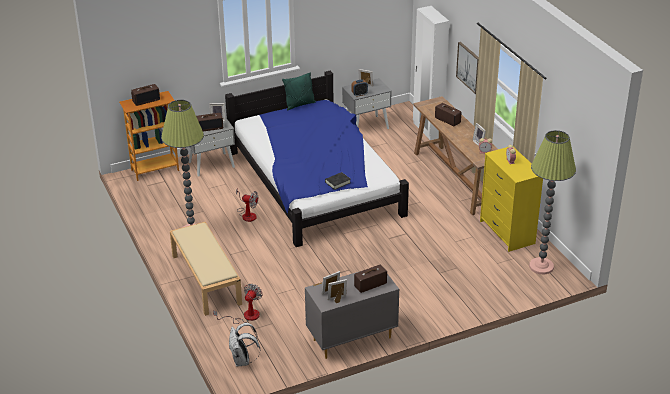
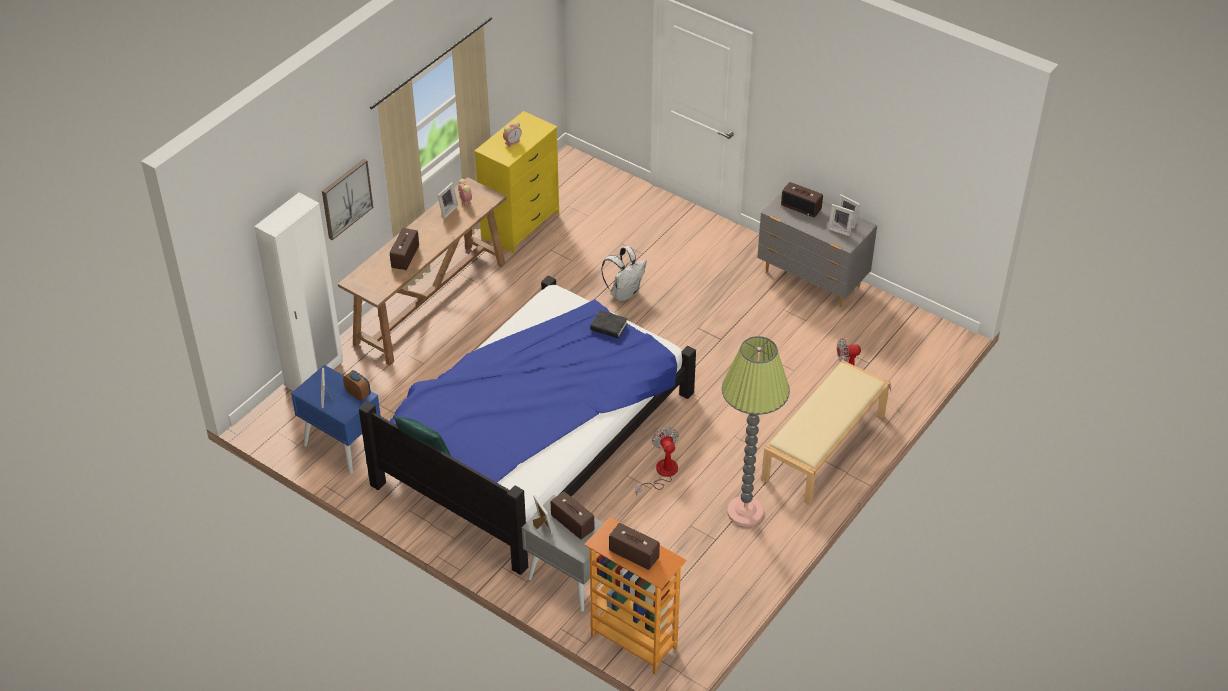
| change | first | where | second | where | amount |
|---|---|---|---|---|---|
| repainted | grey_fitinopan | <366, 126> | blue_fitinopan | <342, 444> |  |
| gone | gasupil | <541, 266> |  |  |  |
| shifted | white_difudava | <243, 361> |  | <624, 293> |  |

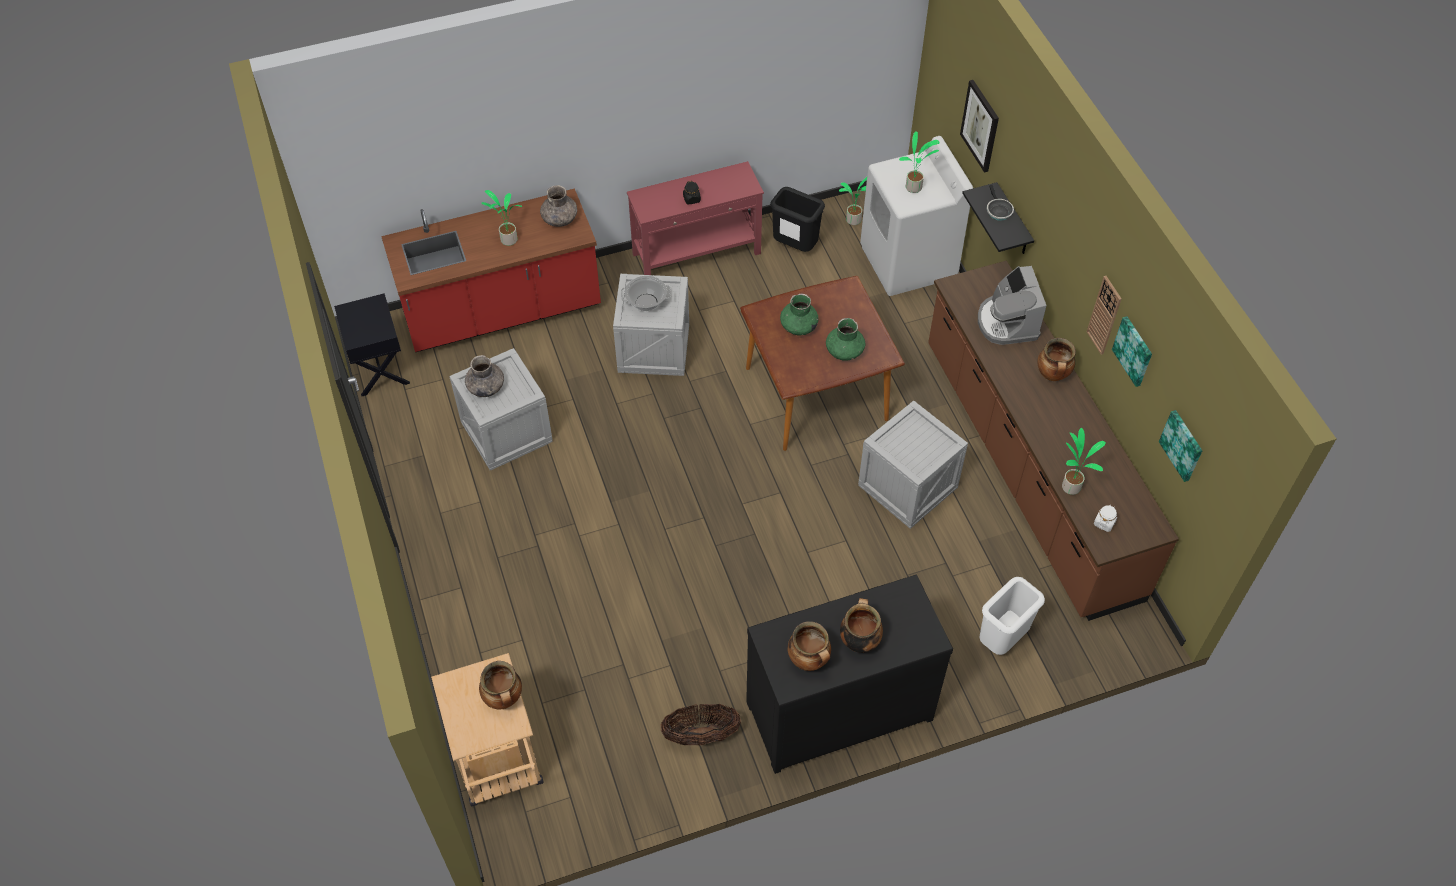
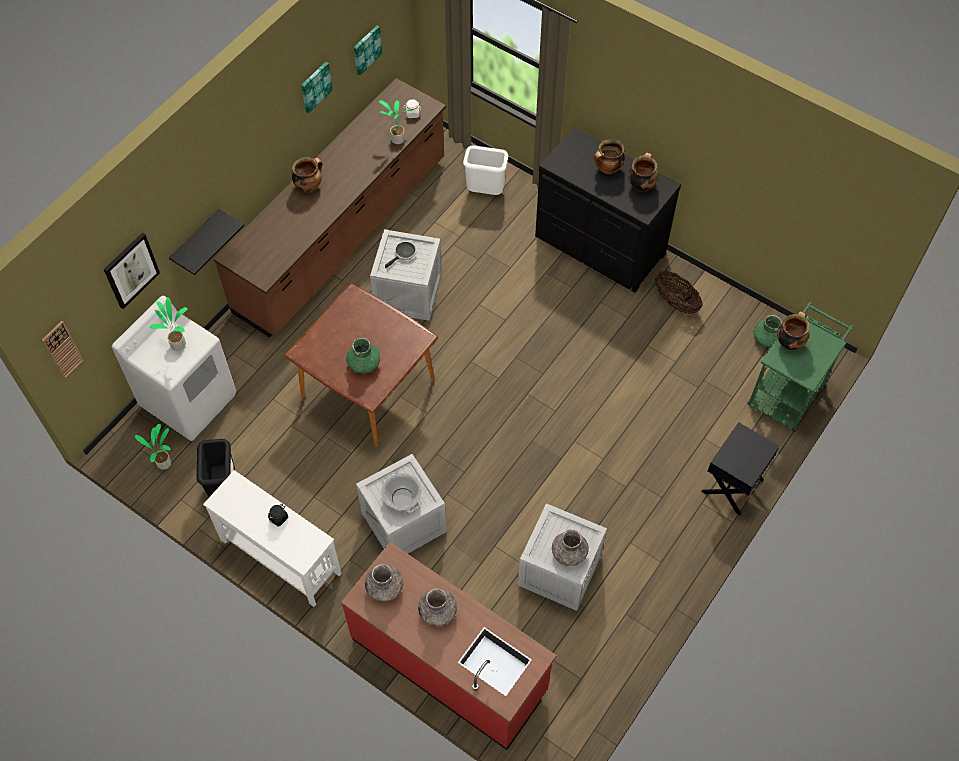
| change | first | where | second | where | amount |
|---|---|---|---|---|---|
| repainted | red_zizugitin | <697, 254> | white_zizugitin | <280, 556> |  |
| shifted | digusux | <998, 210> |  | <404, 254> |  |
| swapped | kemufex | <507, 240> | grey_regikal | <438, 611> |  |
| gone | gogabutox | <1007, 322> |  |  |  |
| shifted | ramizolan | <1104, 315> |  | <62, 349> |  |
| shifted | black_fitinopan | <379, 370> |  | <733, 486> |  |
| shifted | green_regikal | <844, 351> |  | <767, 338> |  |
| repainted | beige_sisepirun | <500, 766> | green_sisepirun | <789, 391> |  |

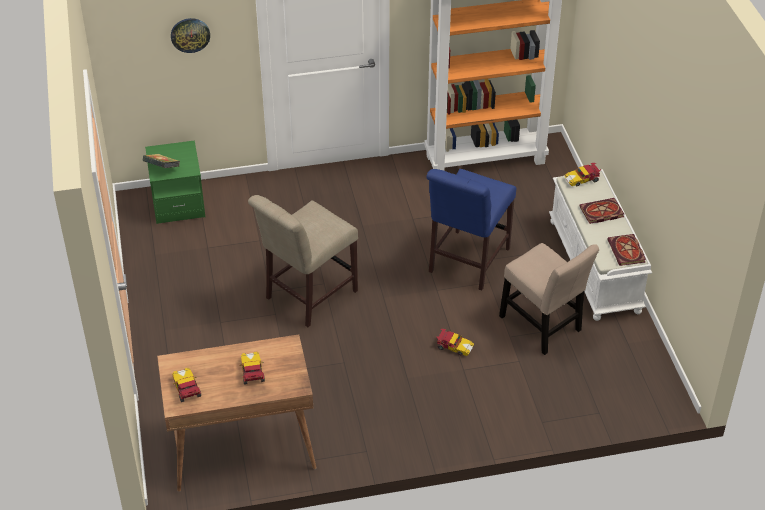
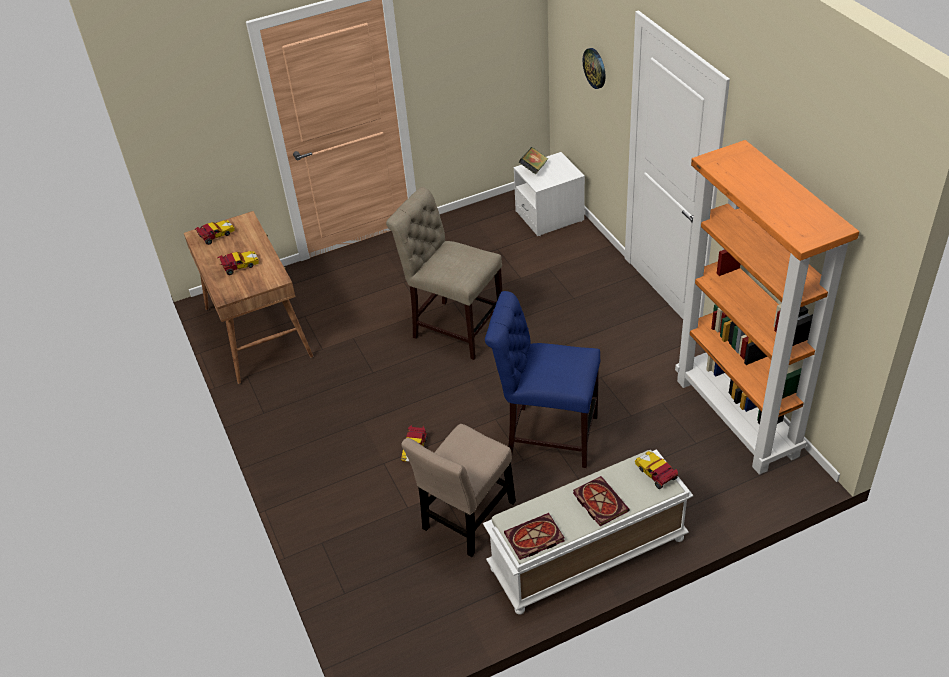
| change | first | where | second | where | amount |
|---|---|---|---|---|---|
| repainted | green_fitinopan | <178, 203> | white_fitinopan | <549, 216> |  |

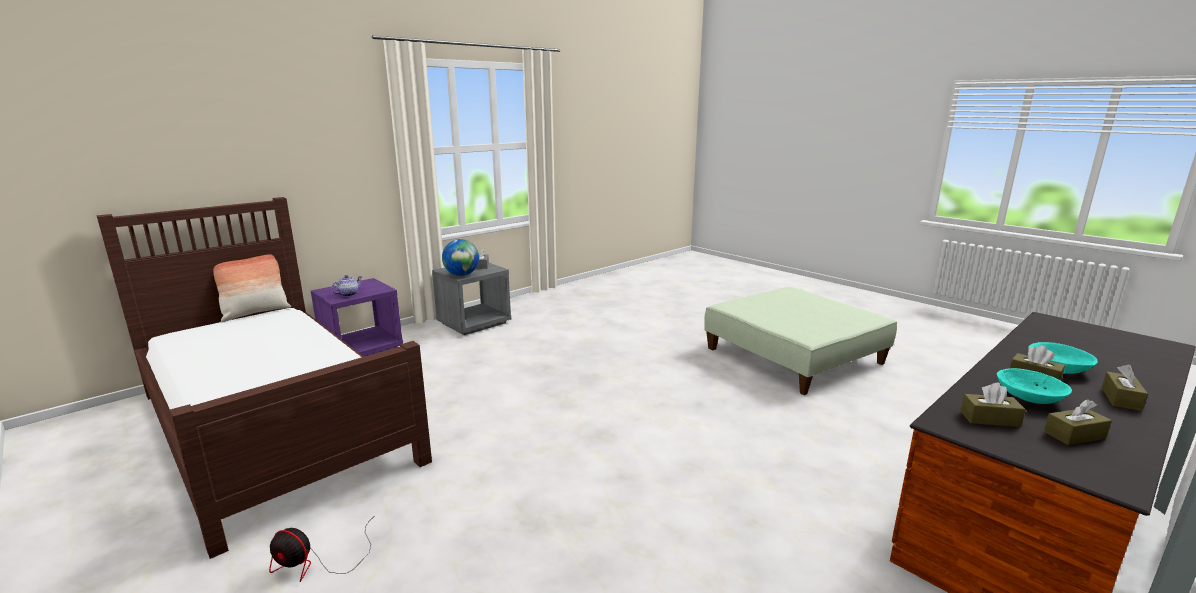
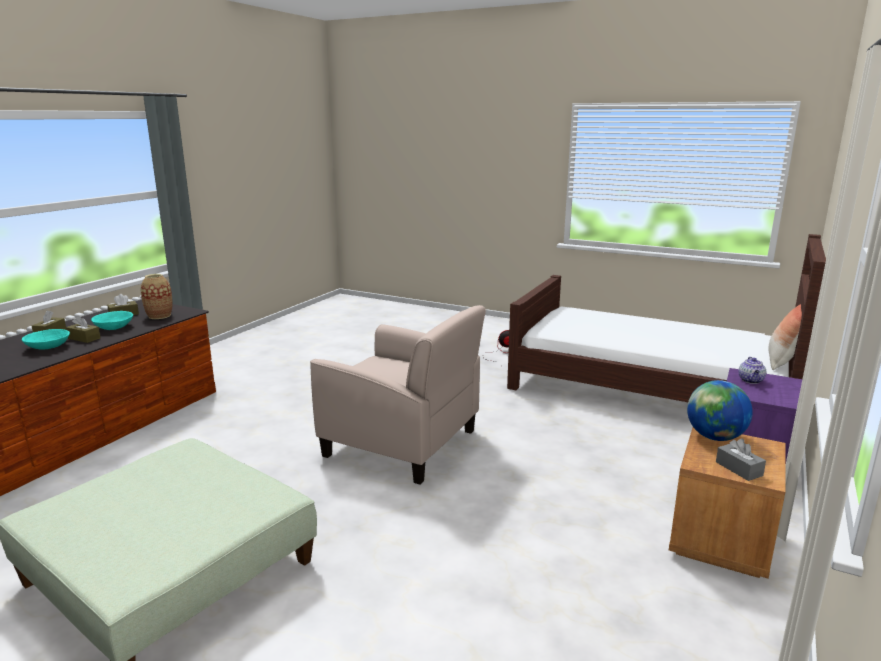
| change | first | where | second | where | amount |
|---|---|---|---|---|---|
| repainted | grey_fitinopan | <474, 323> | brown_fitinopan | <720, 541> |  |
| swapped | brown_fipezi | <989, 419> | regikal | <159, 316> |  |
| new |  |  | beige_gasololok | <403, 443> |  |

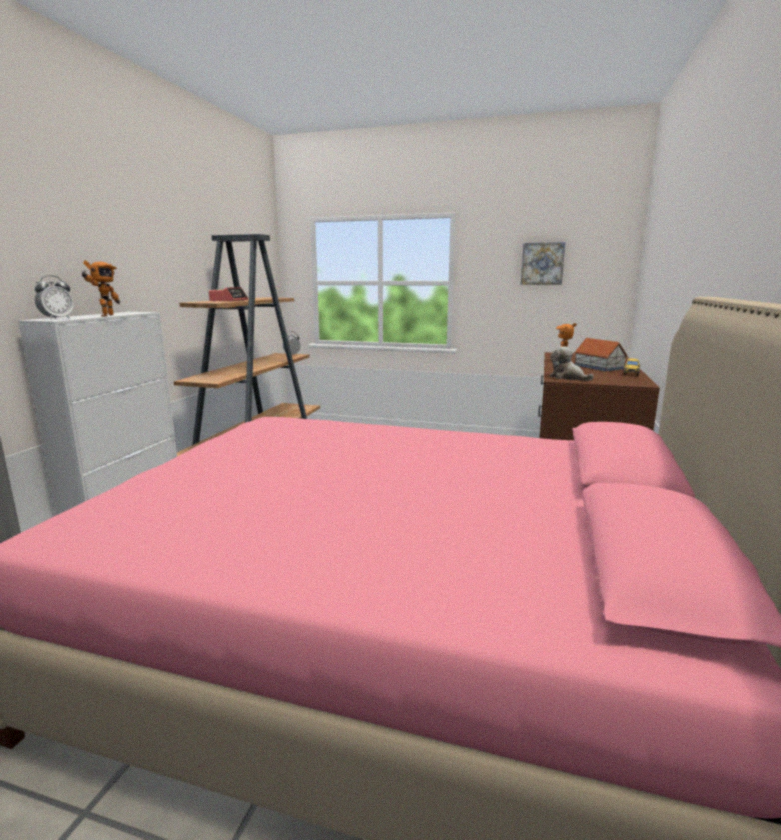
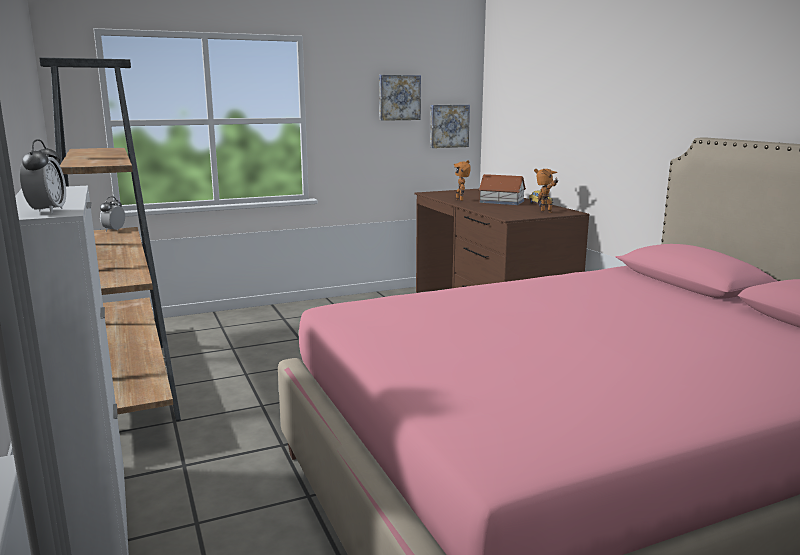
| change | first | where | second | where | amount |
|---|---|---|---|---|---|
| shifted | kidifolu | <105, 316> |  | <545, 212> |  |
| gone | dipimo | <229, 300> |  |  |  |
| gone | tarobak | <568, 378> |  |  |  |
| new |  |  | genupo | <448, 126> |  |

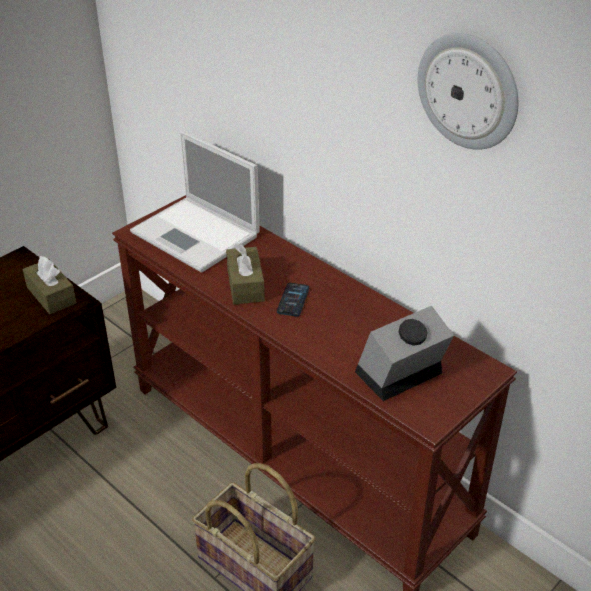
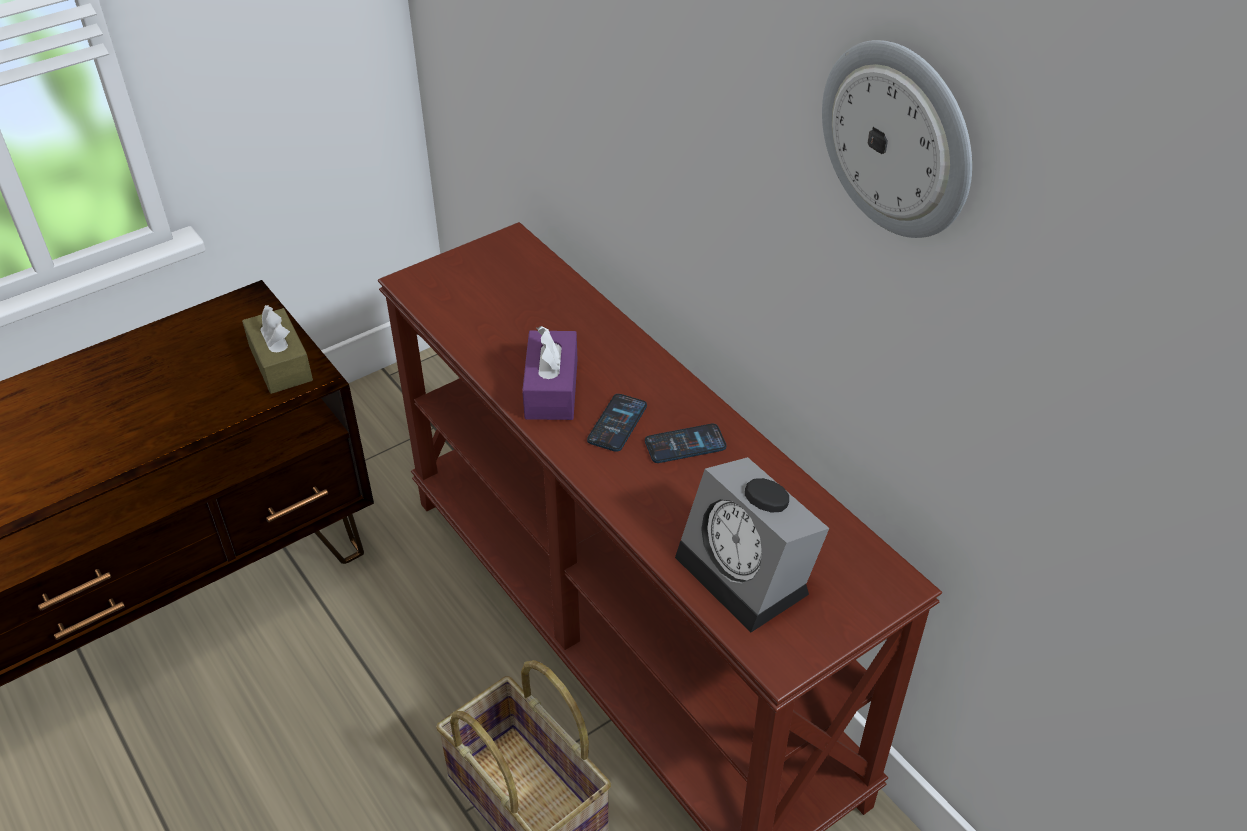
| change | first | where | second | where | amount |
|---|---|---|---|---|---|
| gone | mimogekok | <197, 235> |  |  |  |
| repainted | brown_fipezi | <245, 285> | purple_fipezi | <551, 389> |  |
| rotated | dipimo | <399, 376> |  | <749, 575> | 105 degrees counterclockwise |
| new |  |  | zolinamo | <685, 444> |  |

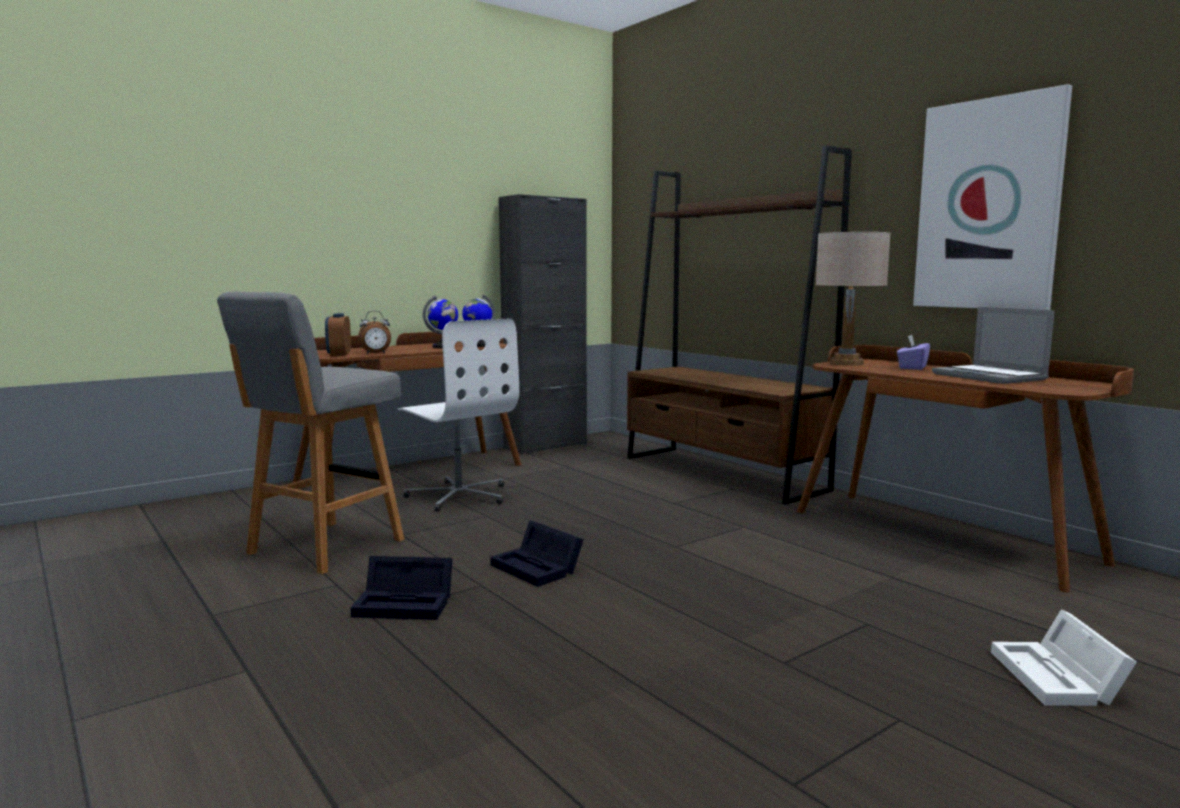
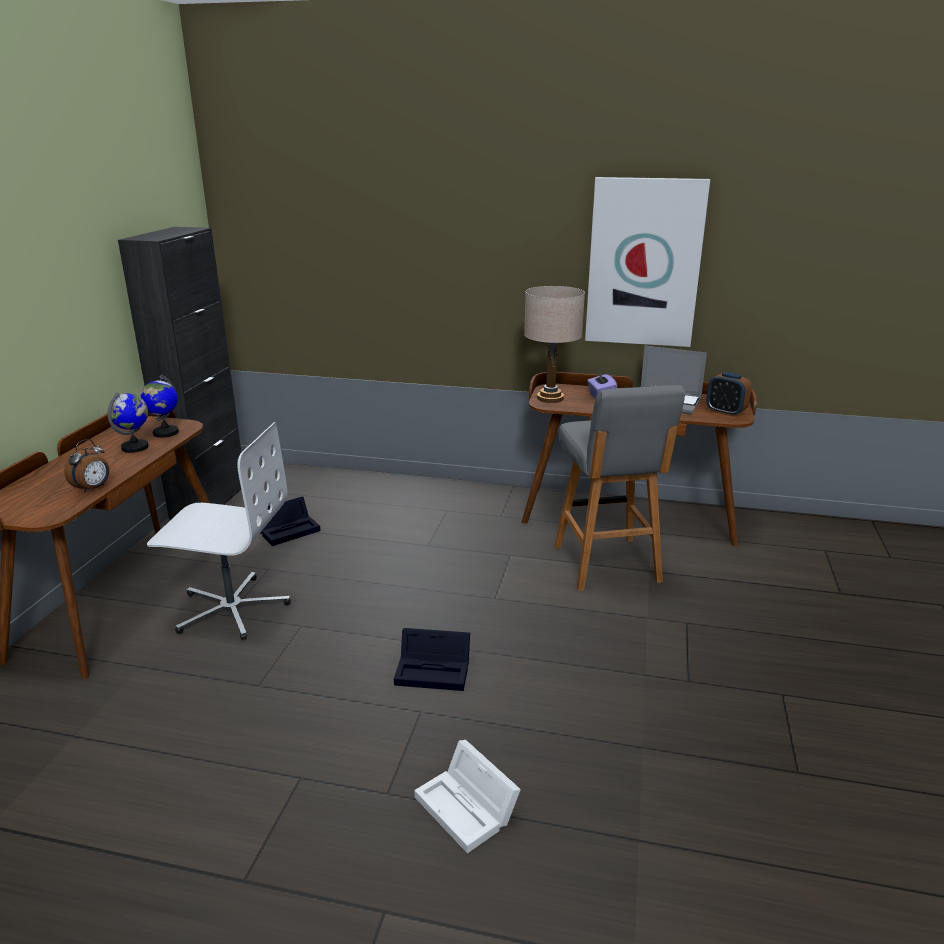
| change | first | where | second | where | amount |
|---|---|---|---|---|---|
| gone | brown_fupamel | <722, 473> |  |  |  |
| shifted | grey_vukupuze | <323, 547> |  | <606, 565> |  |
| shifted | dipimo | <339, 354> |  | <725, 412> |  |
| shifted | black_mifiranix | <407, 604> |  | <289, 529> |  |
| shifted | white_mifiranix | <1059, 679> |  | <468, 808> |  |

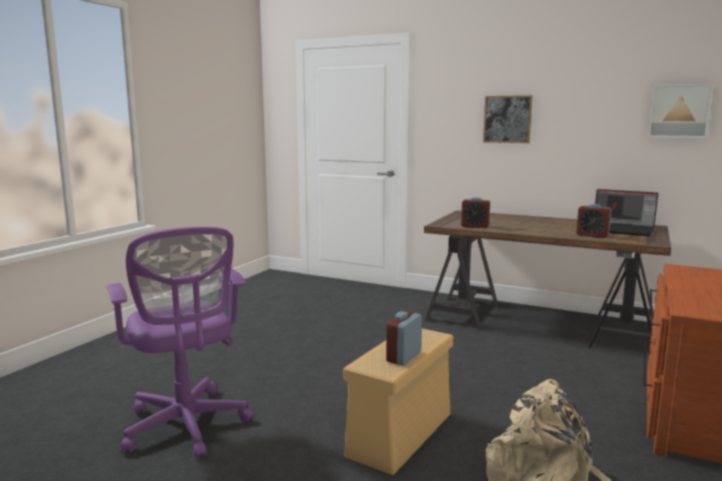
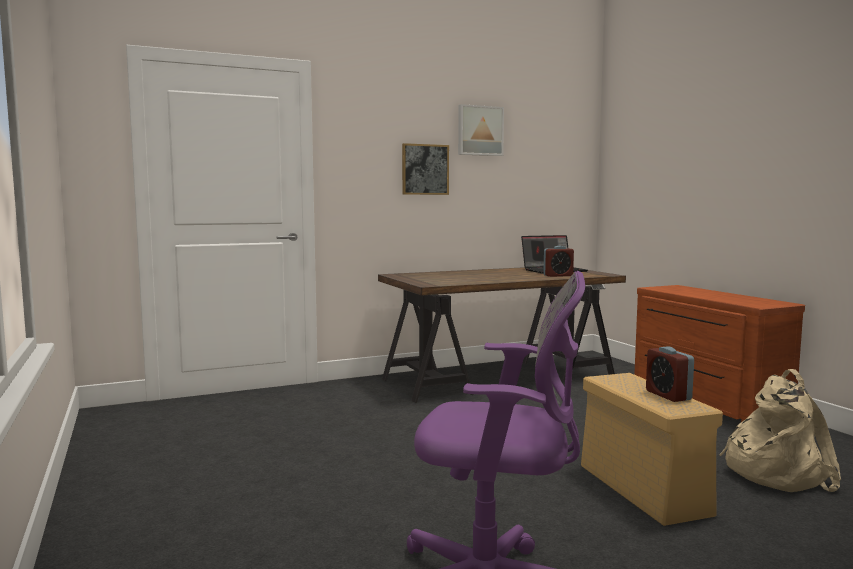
| change | first | where | second | where | amount |
|---|---|---|---|---|---|
| shifted | genupo | <679, 111> |  | <479, 131> |  |
| gone | dipimo | <475, 226> |  |  |  |

